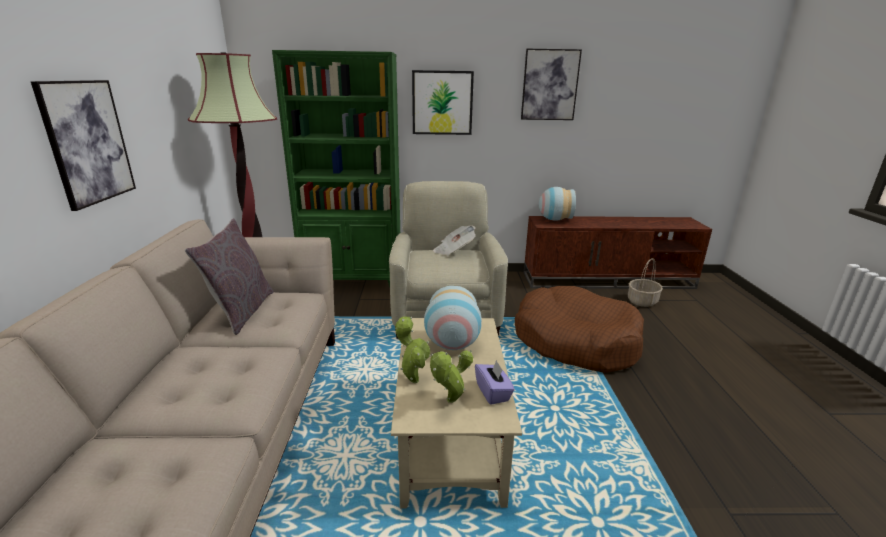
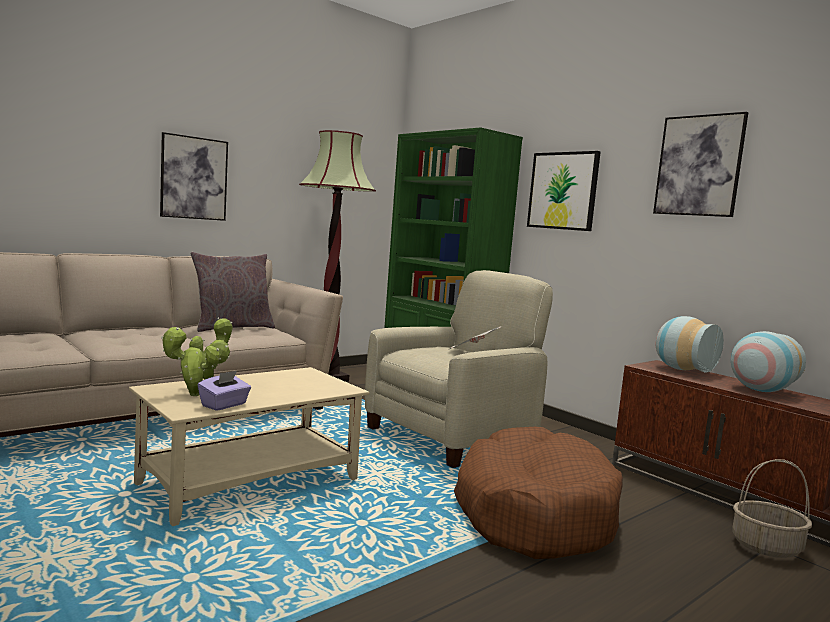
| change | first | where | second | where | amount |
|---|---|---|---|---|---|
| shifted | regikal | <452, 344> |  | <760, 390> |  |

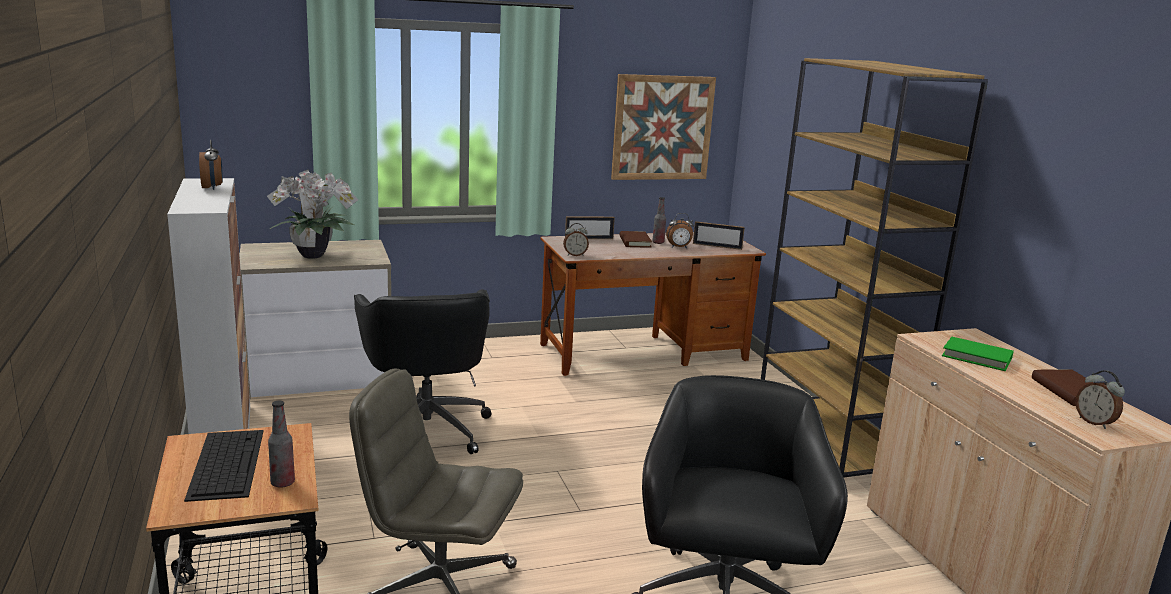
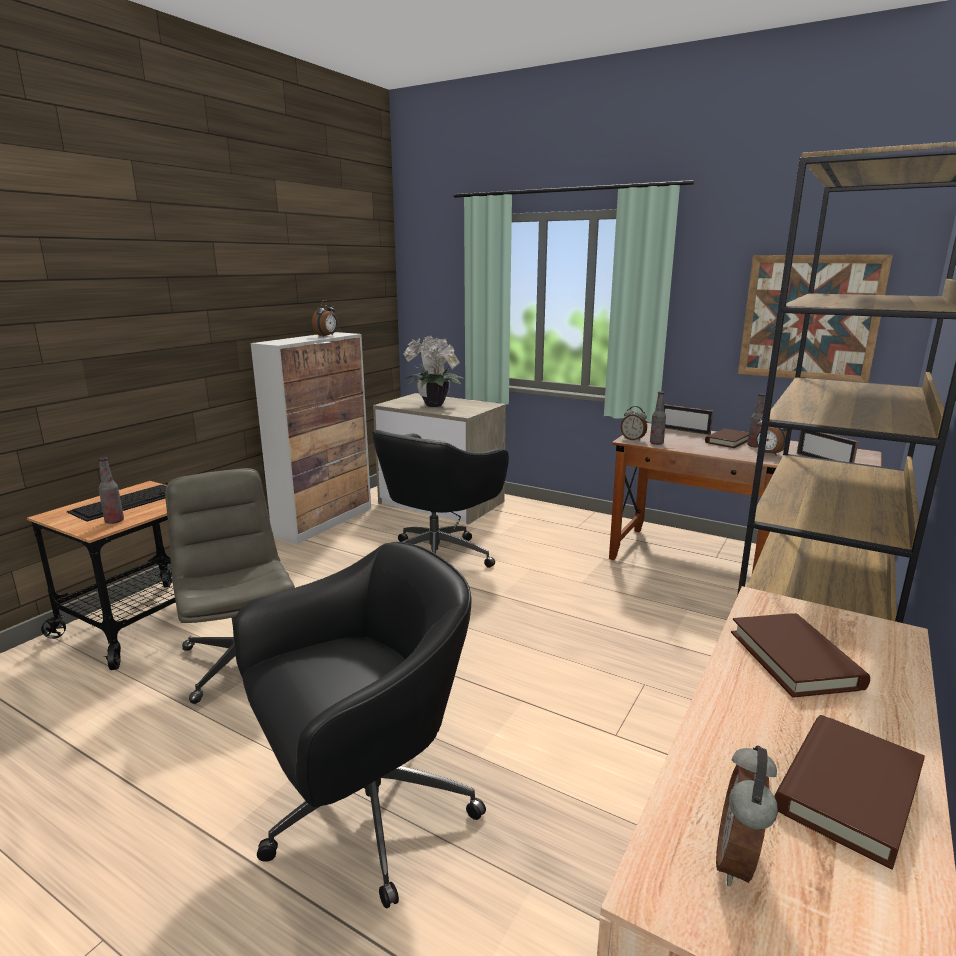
| change | first | where | second | where | amount |
|---|---|---|---|---|---|
| repainted | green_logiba | <976, 357> | brown_logiba | <794, 659> |  |
| new |  |  | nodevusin | <656, 443> |  |

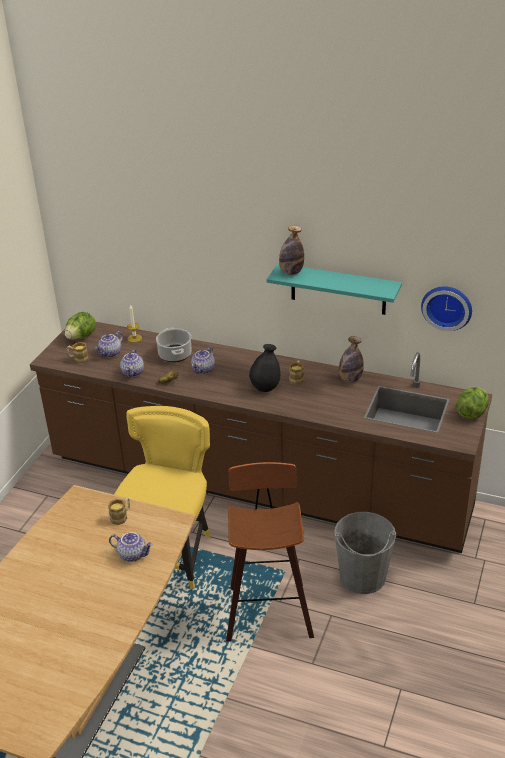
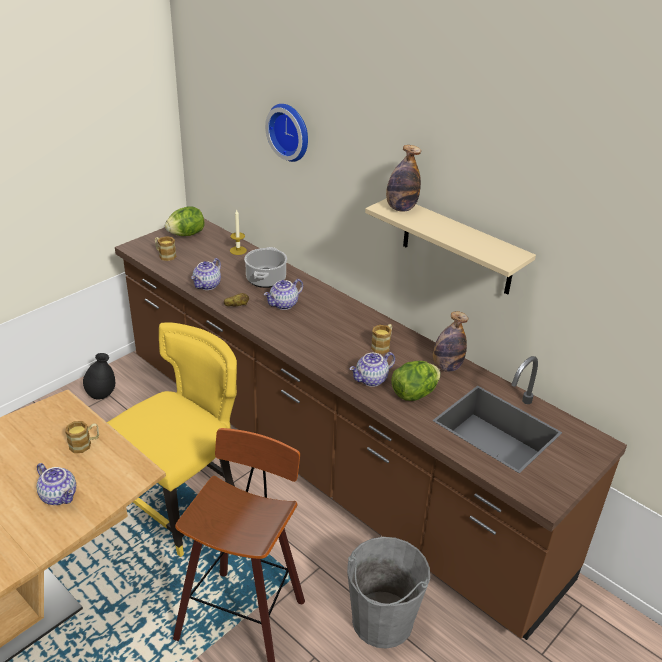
| change | first | where | second | where | amount |
|---|---|---|---|---|---|
| repainted | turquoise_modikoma | <338, 289> | beige_modikoma | <457, 246> |  |
| shifted | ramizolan | <447, 306> |  | <291, 131> |  |
| shifted | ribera | <111, 353> |  | <371, 380> |  |
| shifted | black_regikal | <265, 388> |  | <101, 394> |  |
| shifted | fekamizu | <471, 413> |  | <414, 394> |  |

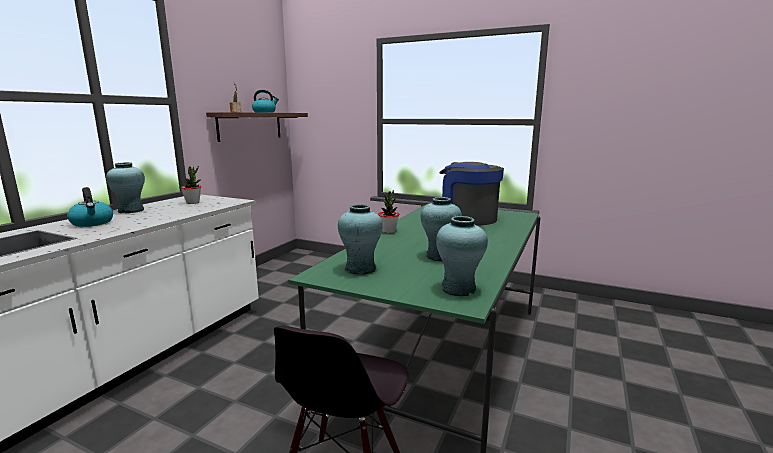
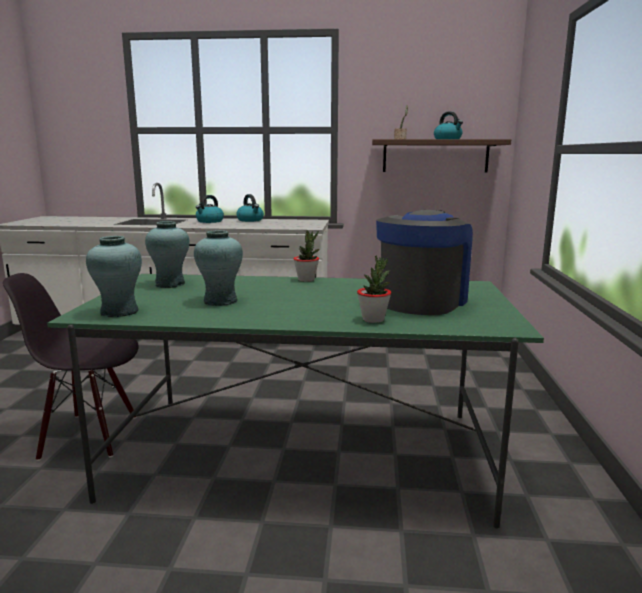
| change | first | where | second | where | amount |
|---|---|---|---|---|---|
| swapped | turquoise_regikal | <131, 210> | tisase | <250, 220> |  |
| shifted | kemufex | <193, 202> |  | <373, 319> |  |

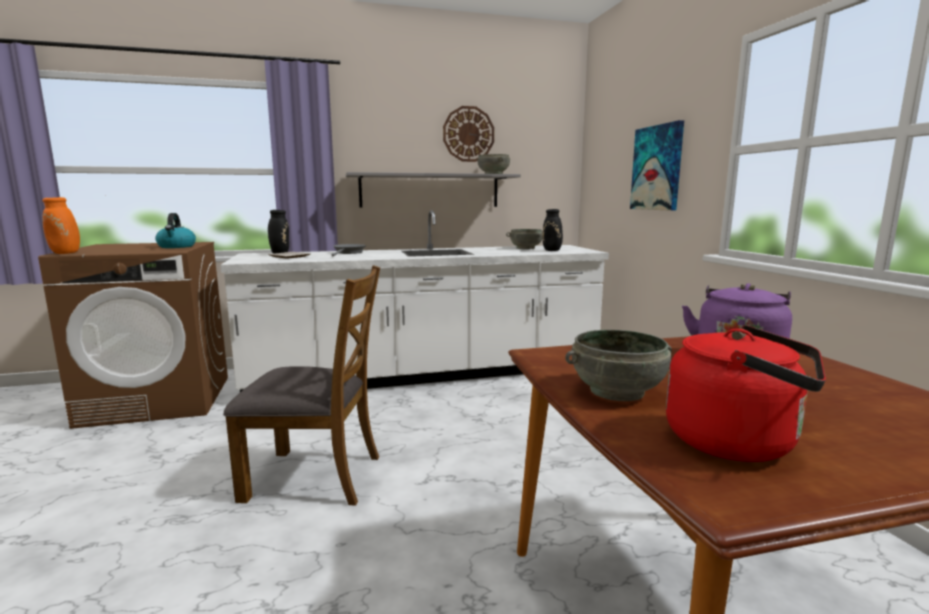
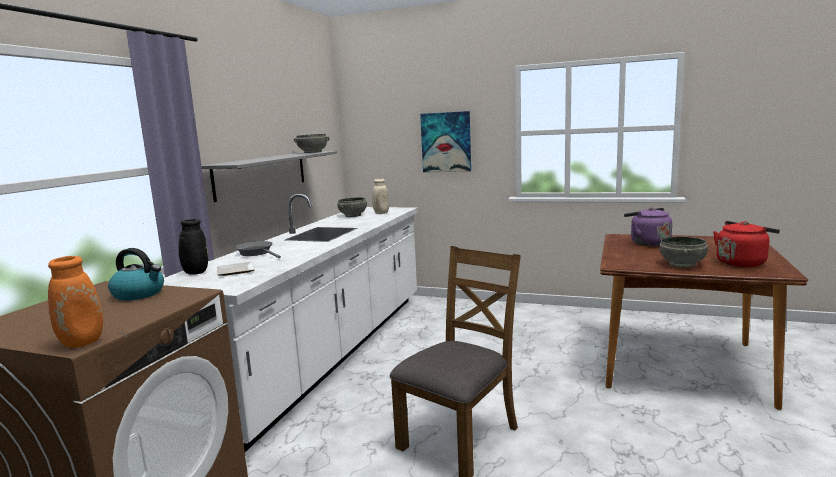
| change | first | where | second | where | amount |
|---|---|---|---|---|---|
| gone | ramizolan | <468, 134> |  |  |  |
| repainted | black_regikal | <553, 250> | beige_regikal | <382, 213> |  |

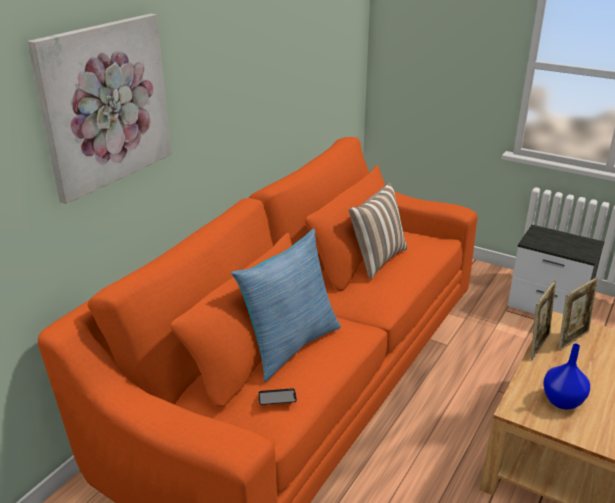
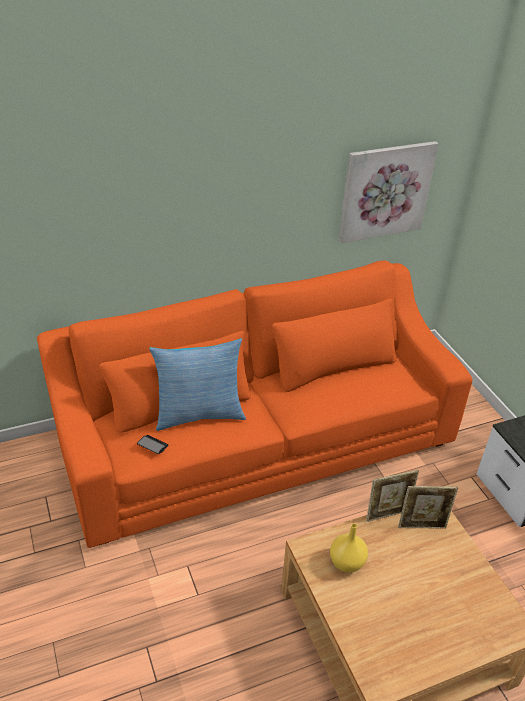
| change | first | where | second | where | amount |
|---|---|---|---|---|---|
| shifted | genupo | <104, 104> |  | <385, 191> |  |
| gone | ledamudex | <377, 260> |  |  |  |
| repainted | blue_regikal | <561, 401> | yellow_regikal | <345, 562> |  |

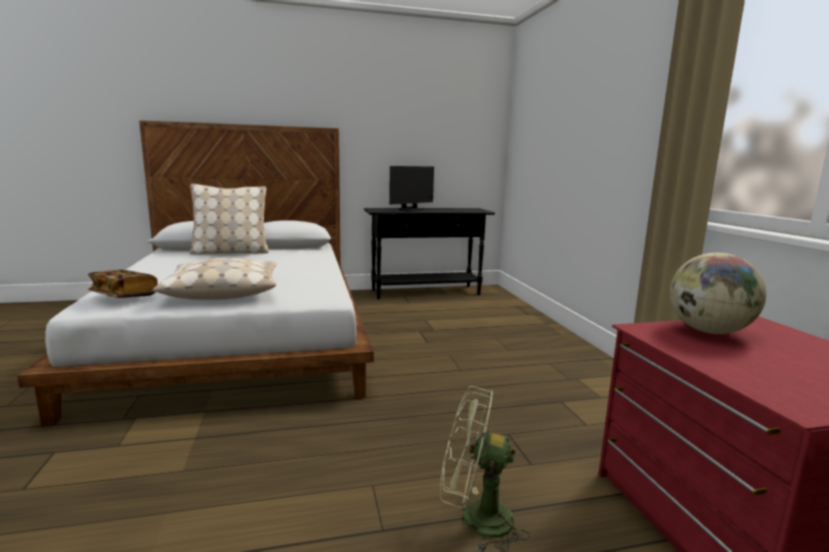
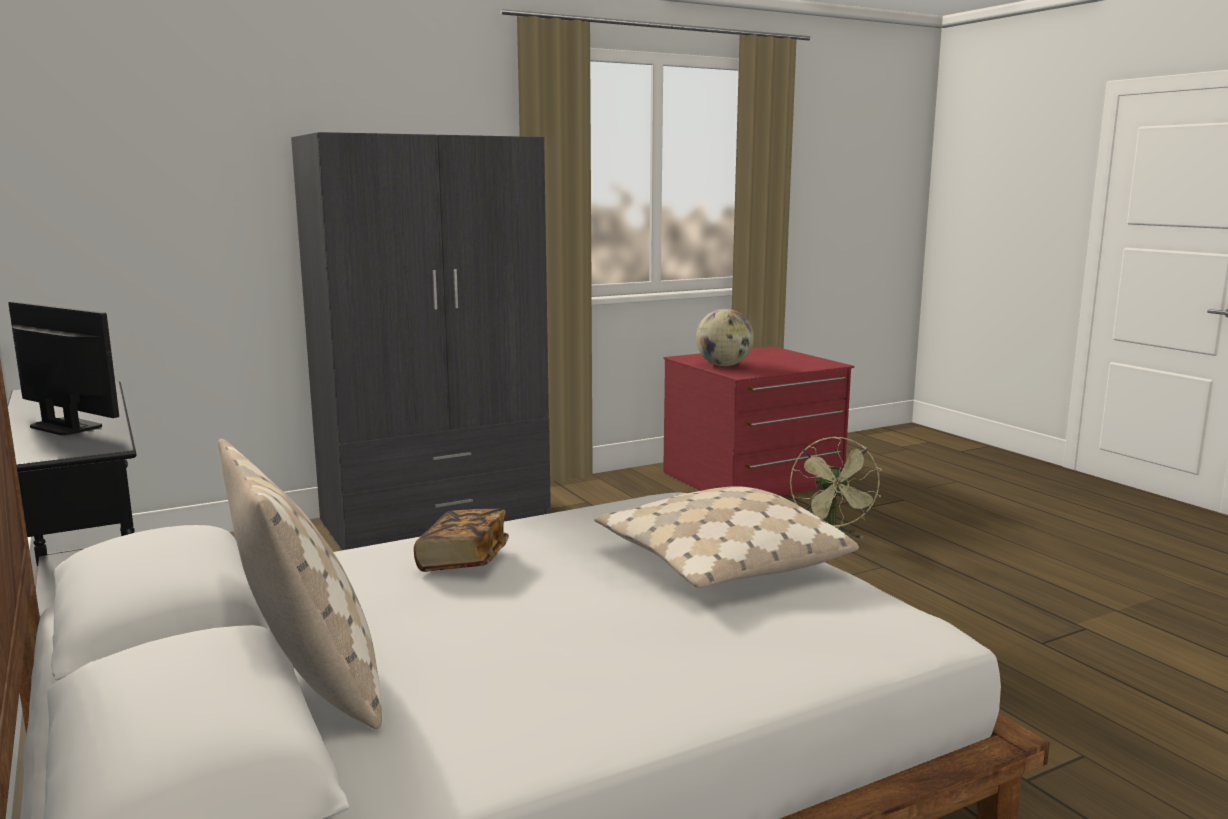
| change | first | where | second | where | amount |
|---|---|---|---|---|---|
| shifted | logiba | <124, 295> |  | <463, 560> |  |
| new |  |  | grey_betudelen | <436, 520> |  |

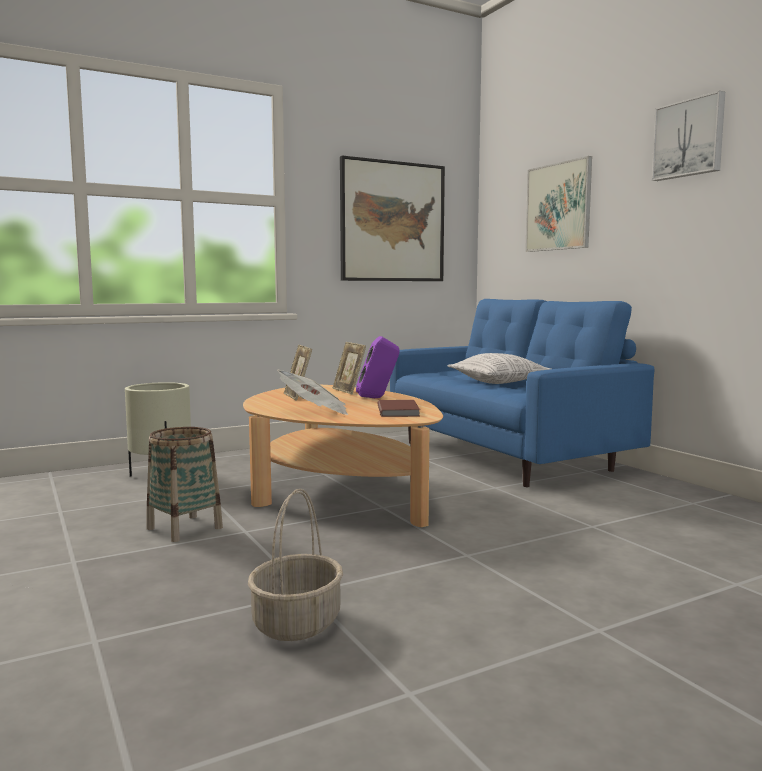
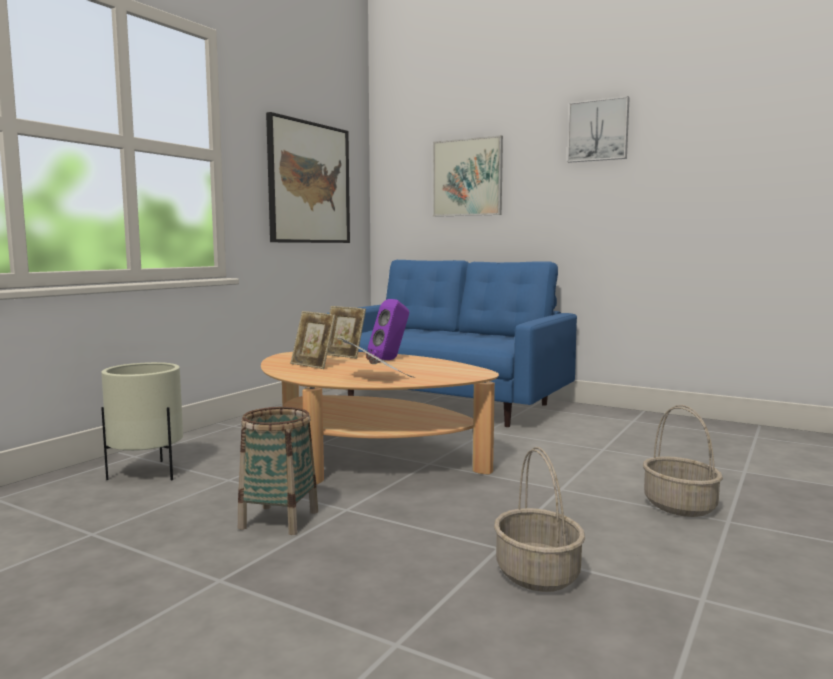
| change | first | where | second | where | amount |
|---|---|---|---|---|---|
| gone | ledamudex | <499, 382> |  |  |  |
| gone | brown_logiba | <399, 411> |  |  |  |
| new |  |  | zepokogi | <680, 506> |  |

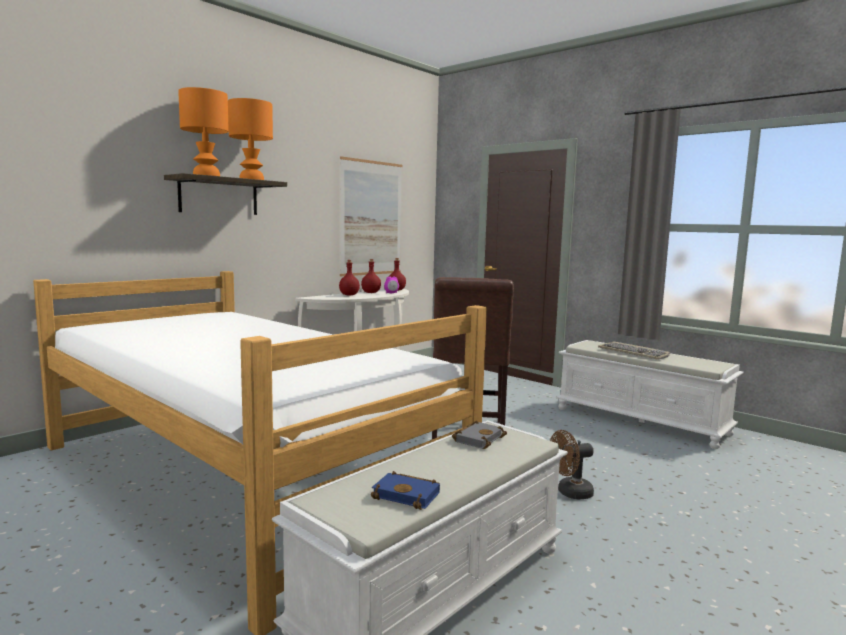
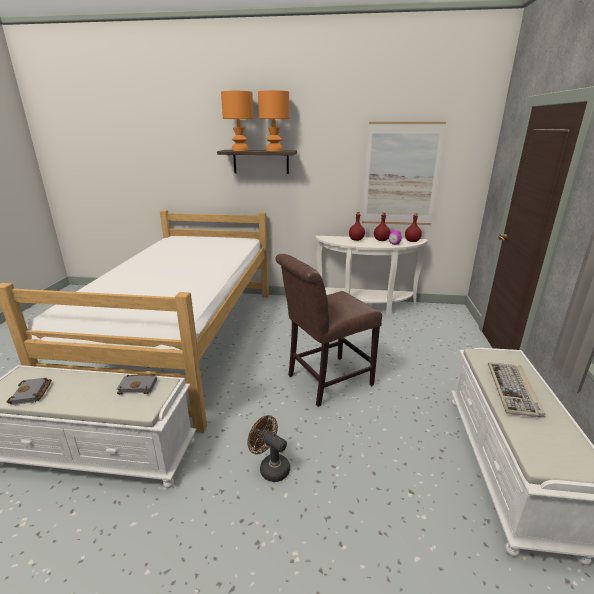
| change | first | where | second | where | amount |
|---|---|---|---|---|---|
| repainted | blue_logiba | <408, 495> | grey_logiba | <32, 394> |  |

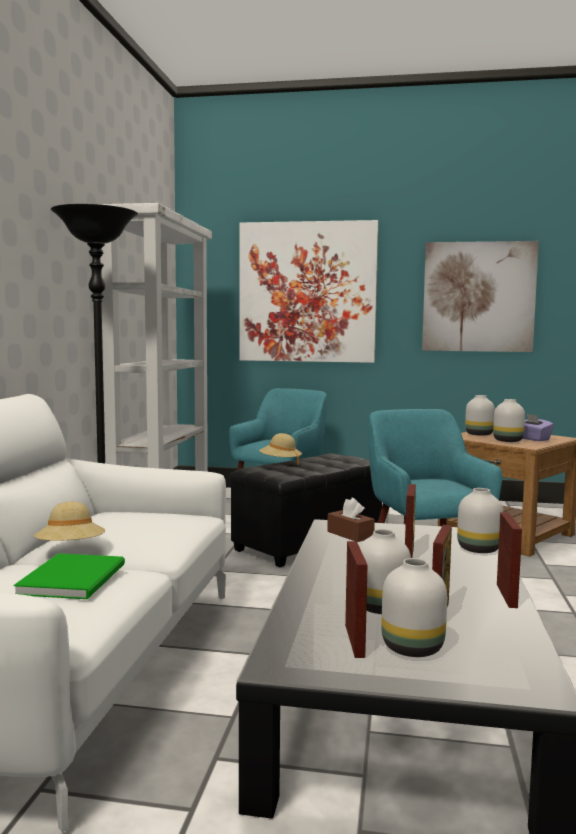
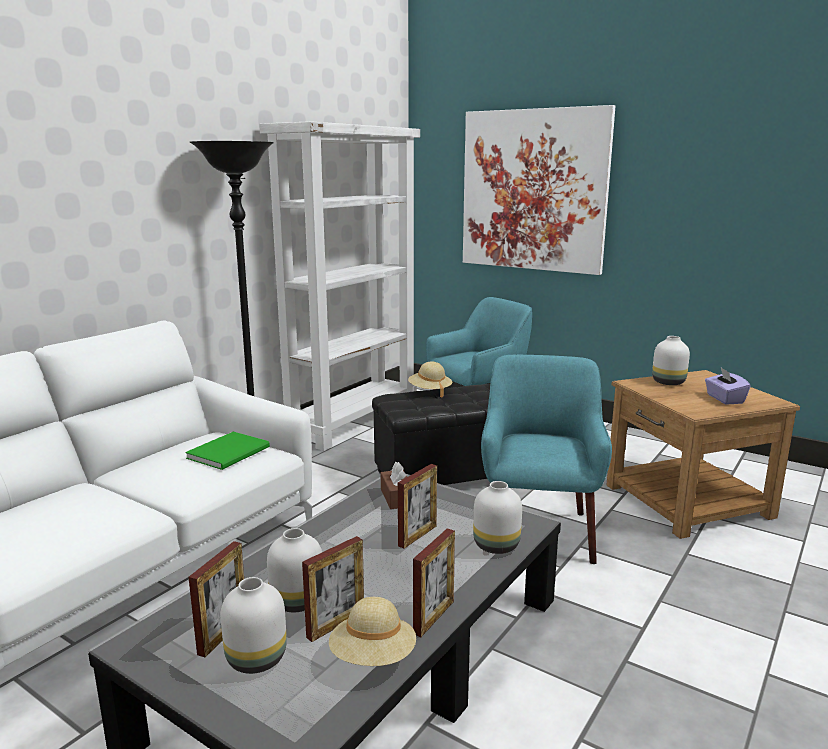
| change | first | where | second | where | amount |
|---|---|---|---|---|---|
| gone | genupo | <478, 297> |  |  |  |
| gone | white_regikal | <508, 441> |  |  |  |
| shifted | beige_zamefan | <71, 549> |  | <373, 657> |  |
| shifted | green_logiba | <76, 578> |  | <231, 452> |  |

